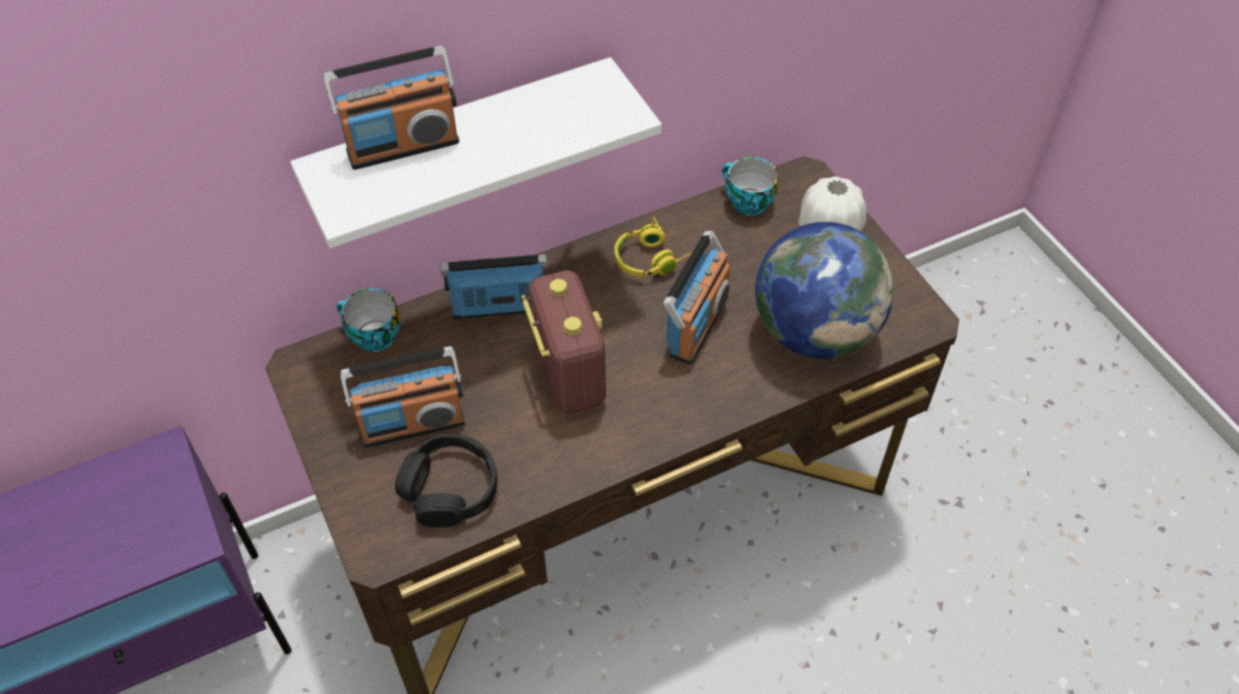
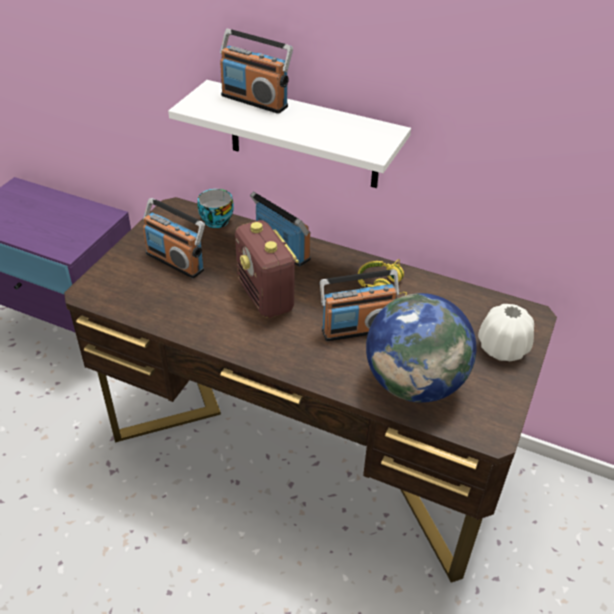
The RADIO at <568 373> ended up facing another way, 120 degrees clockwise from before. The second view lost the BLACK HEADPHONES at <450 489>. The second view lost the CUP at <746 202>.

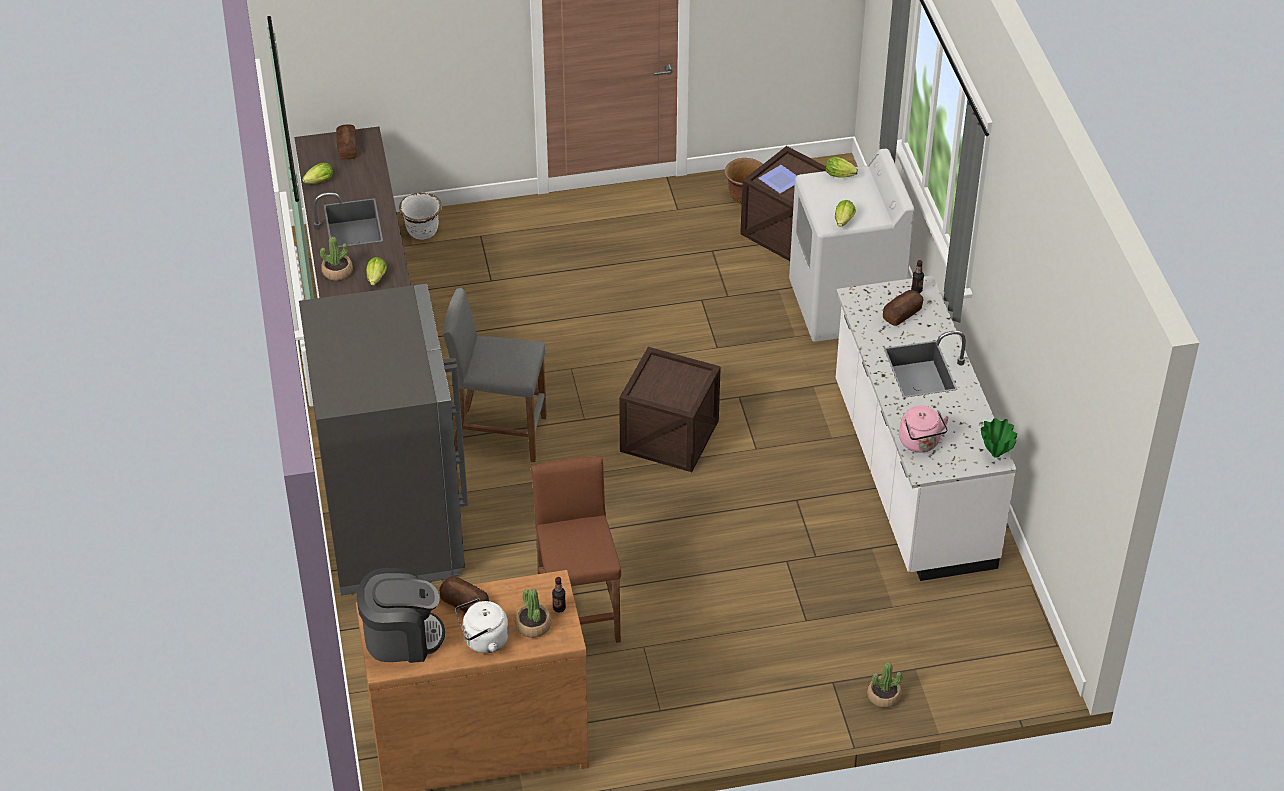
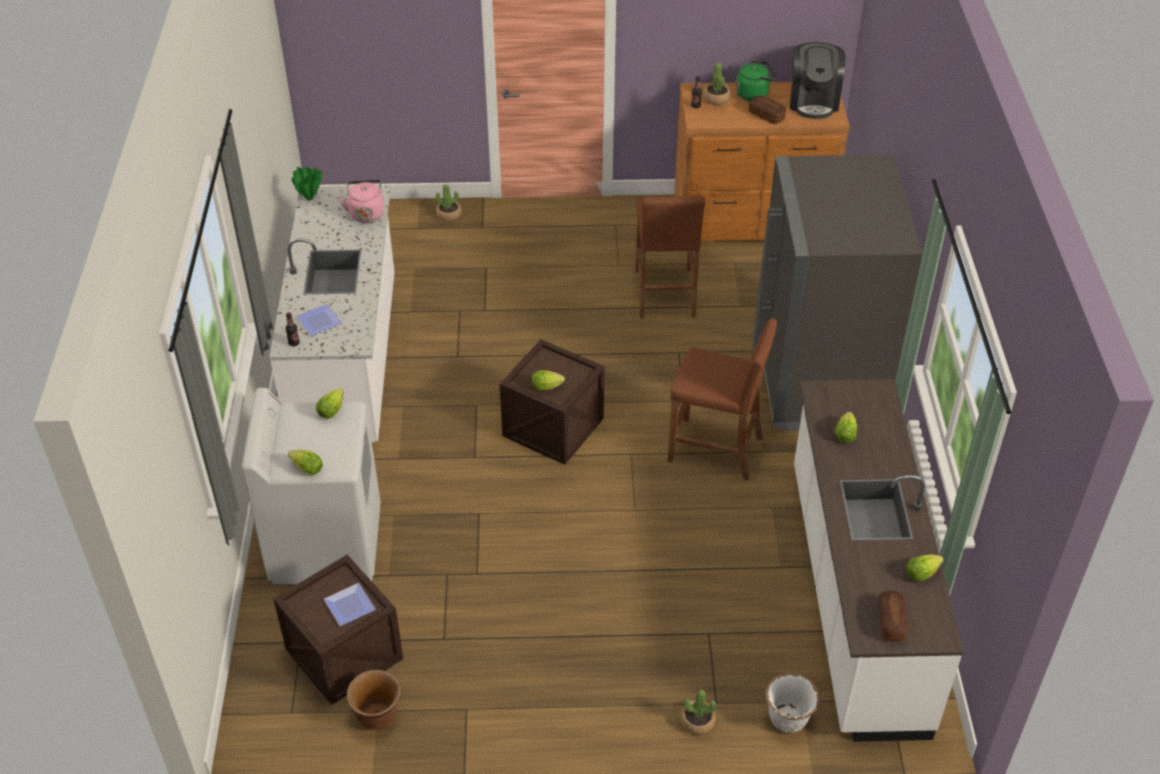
Where the BREAD stood at <902 314>, the PLATE came to stand at <321 322>. The second view gained the LETTUCE at <548 386>. What was the GREY STOOL at <499 434> turned into the BROWN STOOL at <716 449>. The POTTED PLANT ended up elsewhere, having gone from <337 272> to <697 721>. What was the WHITE KETTLE at <483 641> turned into the GREEN KETTLE at <754 94>. The COFFEE MACHINE at <402 637> ended up facing another way, 90 degrees counterclockwise from before.

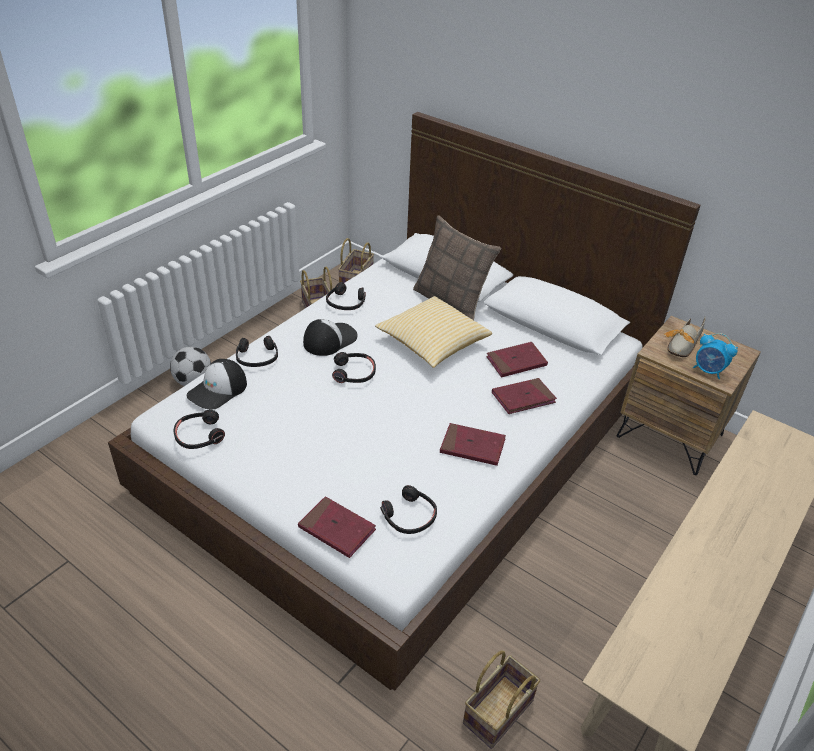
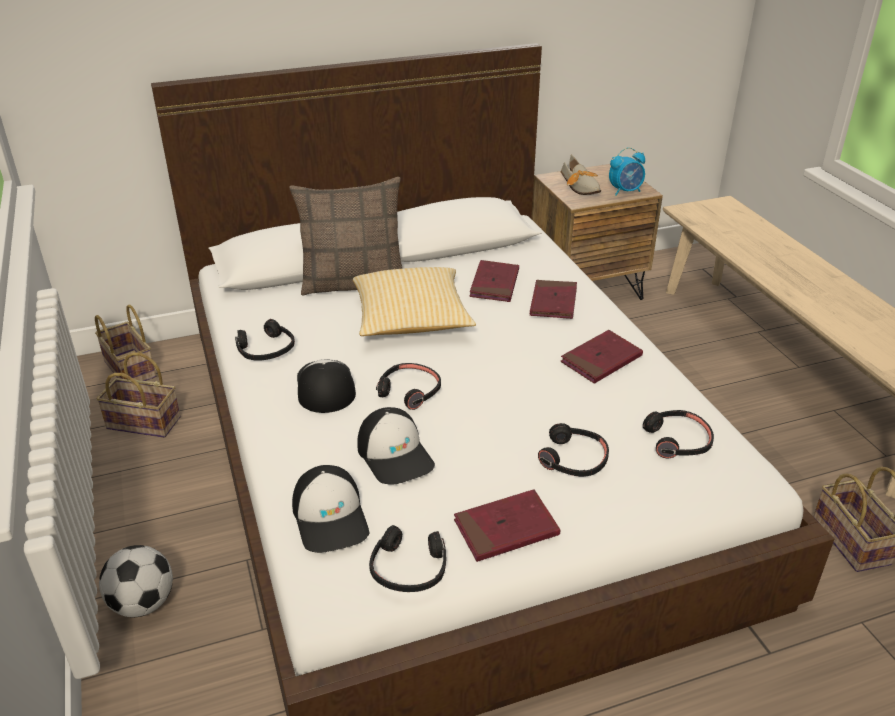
The second view gained the CAP at <395 454>. The RED BOOK ended up elsewhere, having gone from <337 529> to <506 529>. The BLACK HEADPHONES ended up elsewhere, having gone from <257 358> to <574 459>.

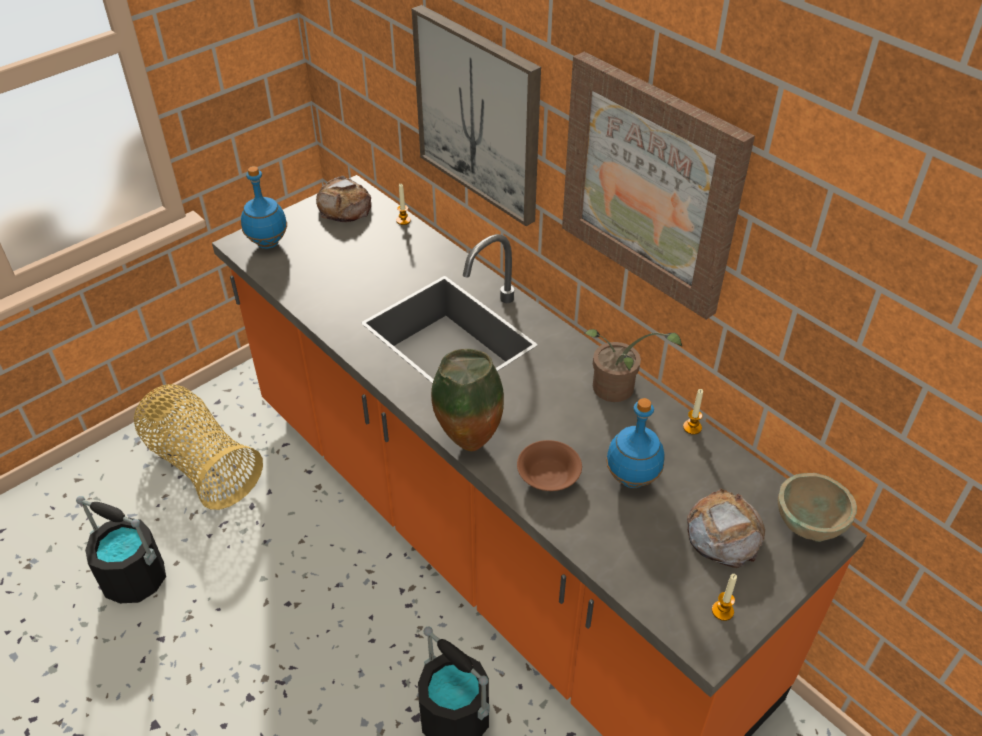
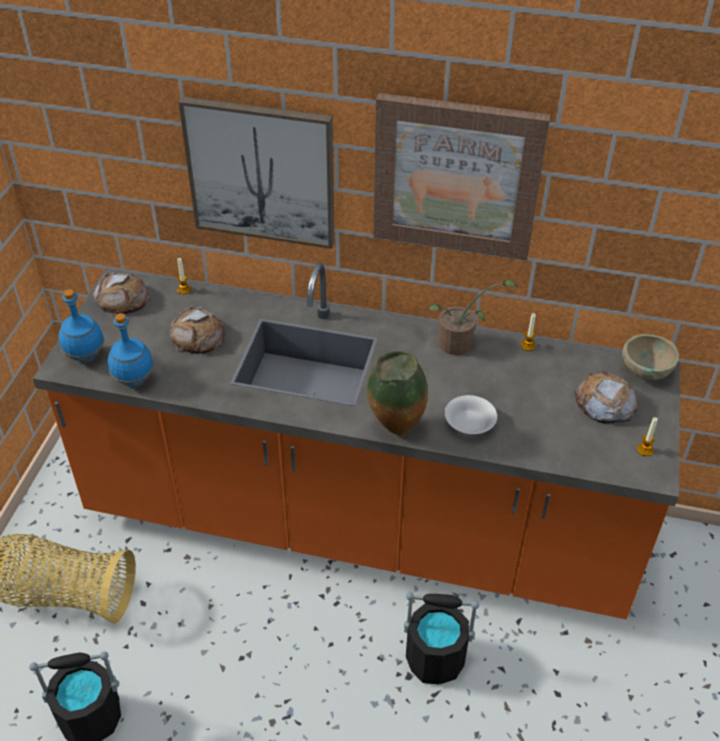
The BLUE BOTTLE ended up elsewhere, having gone from <631 479> to <134 381>. The second view gained the BREAD at <198 336>. What was the BROWN BOWL at <548 475> turned into the WHITE BOWL at <468 423>.

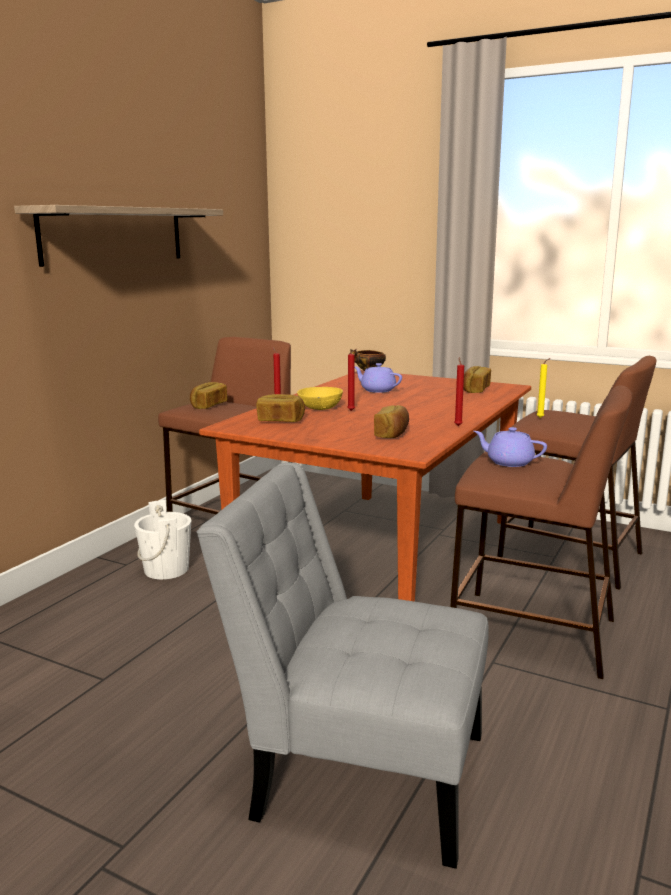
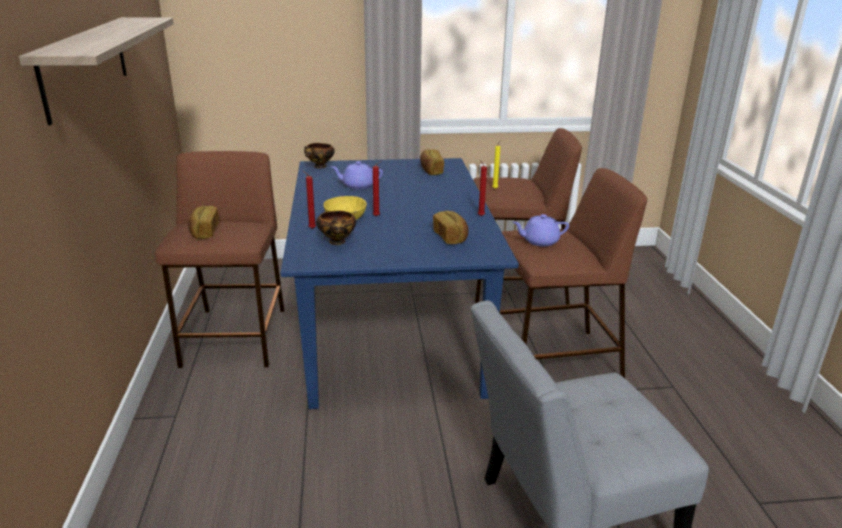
What was the BROWN DINING TABLE at <382 554> turned into the BLUE DINING TABLE at <391 327>. Where the BREAD stood at <280 420>, the BOWL came to stand at <337 242>. The second view lost the WHITE BUCKET at <166 569>.

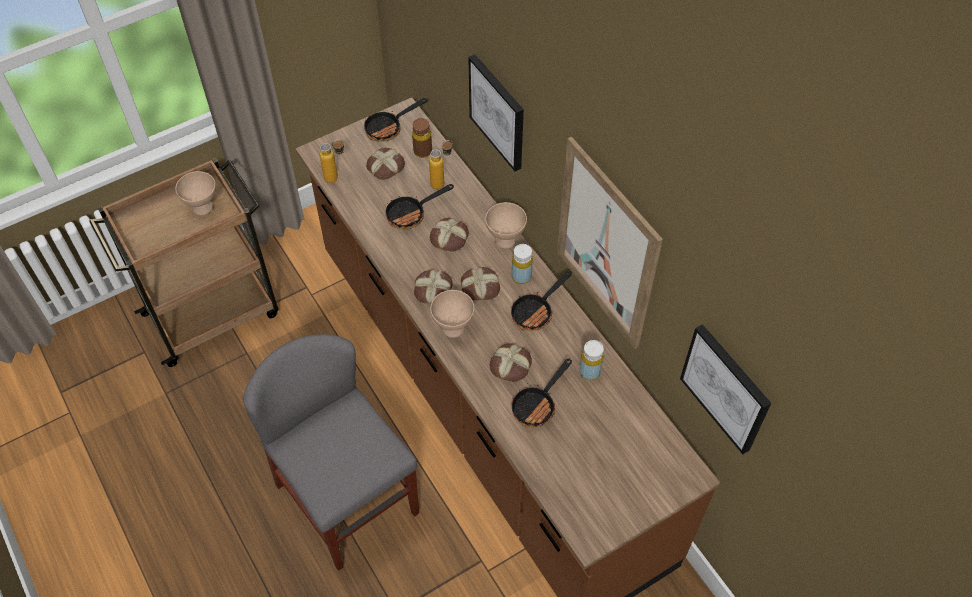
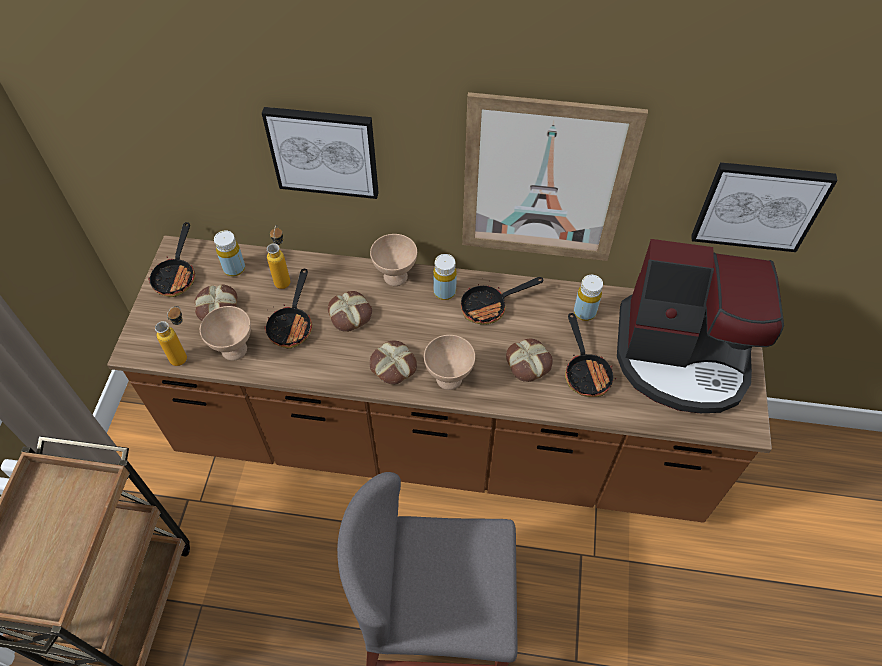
The BEIGE BOWL ended up elsewhere, having gone from <203 207> to <235 349>. What was the BROWN BOTTLE at <423 151> turned into the YELLOW BOTTLE at <234 269>. The FRYING PAN at <536 311> ended up facing another way, 75 degrees clockwise from before. The second view gained the COFFEE MACHINE at <682 357>. The second view lost the BREAD at <480 286>.

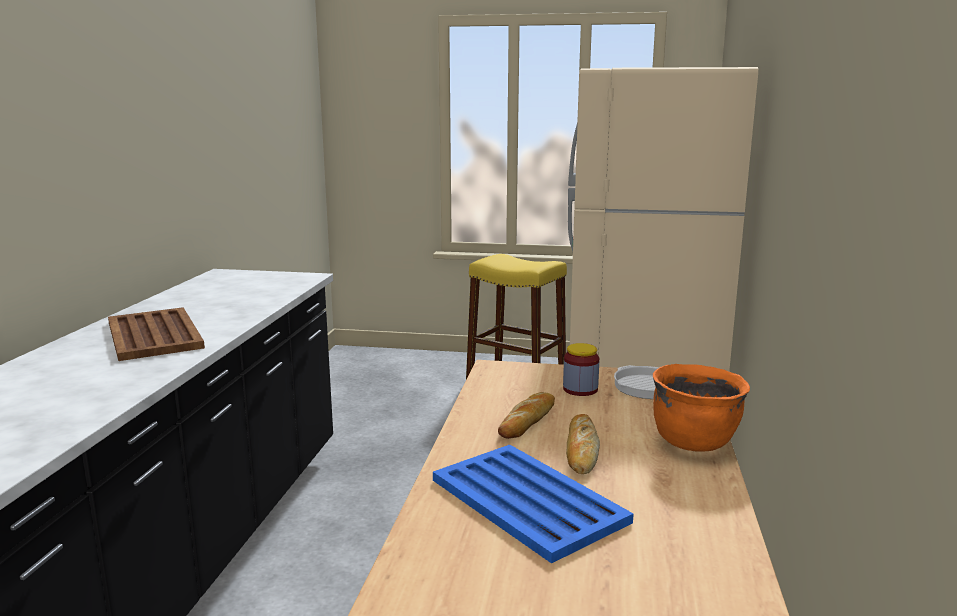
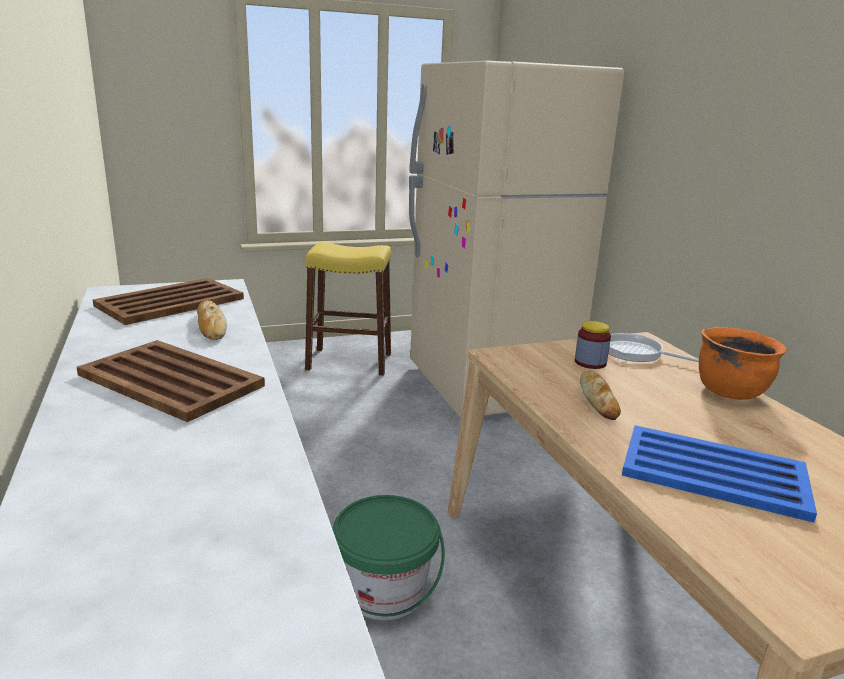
The second view gained the BROWN TRAY at <172 302>. The BREAD ended up elsewhere, having gone from <581 449> to <211 325>. The second view gained the GREEN BUCKET at <384 591>.

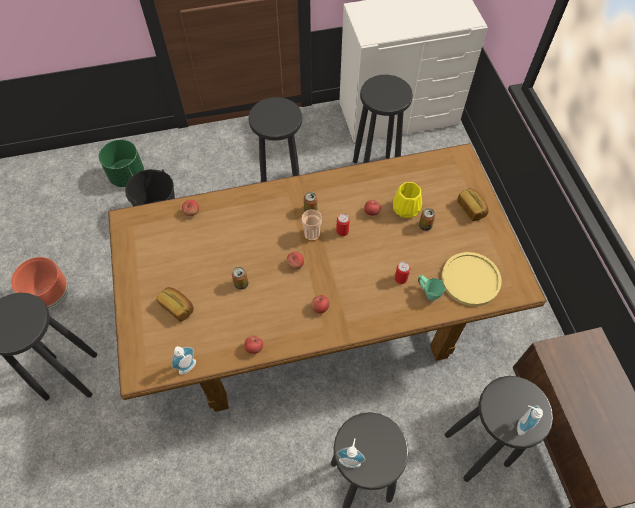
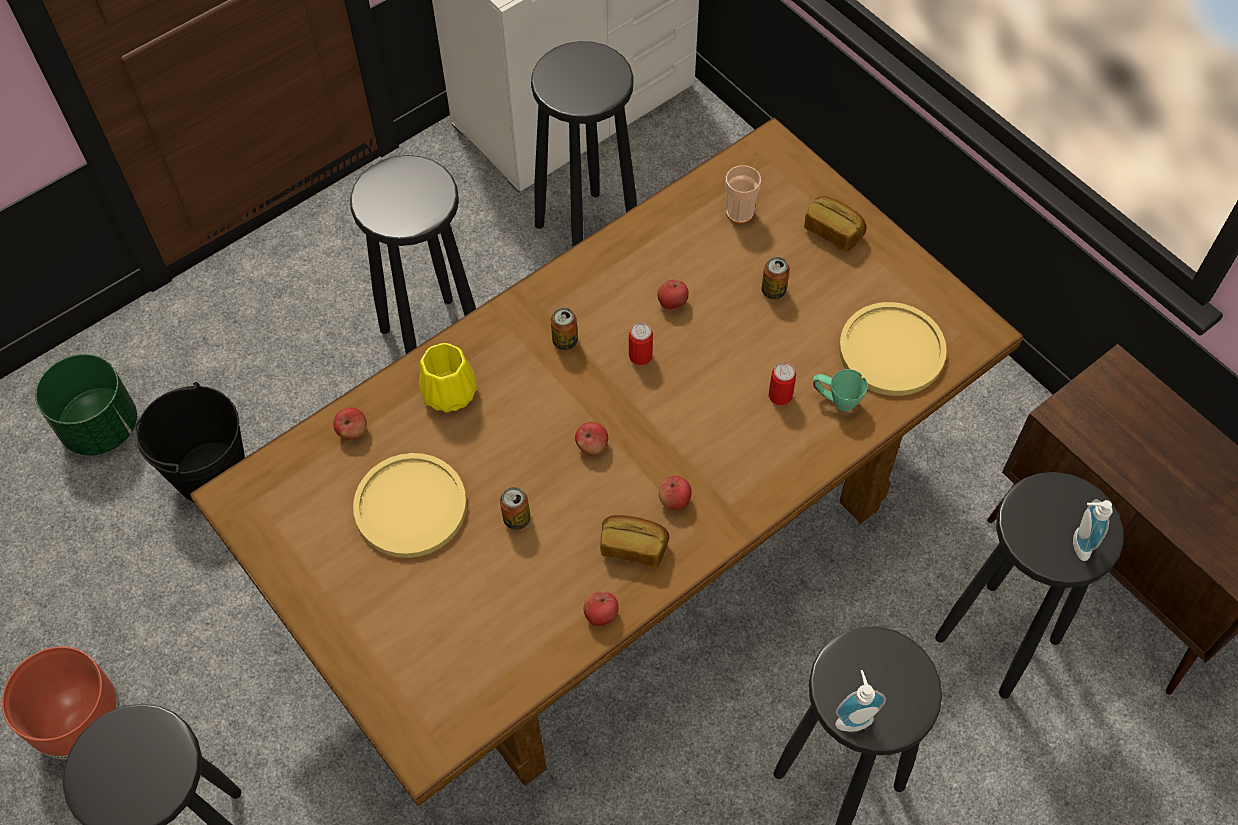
The second view gained the YELLOW PLATE at <410 506>. The YELLOW VASE ended up elsewhere, having gone from <406 209> to <451 392>. The BREAD ended up elsewhere, having gone from <178 307> to <633 546>. The CUP ended up elsewhere, having gone from <312 234> to <739 213>. The second view lost the SOAP DISPENSER at <189 368>.

